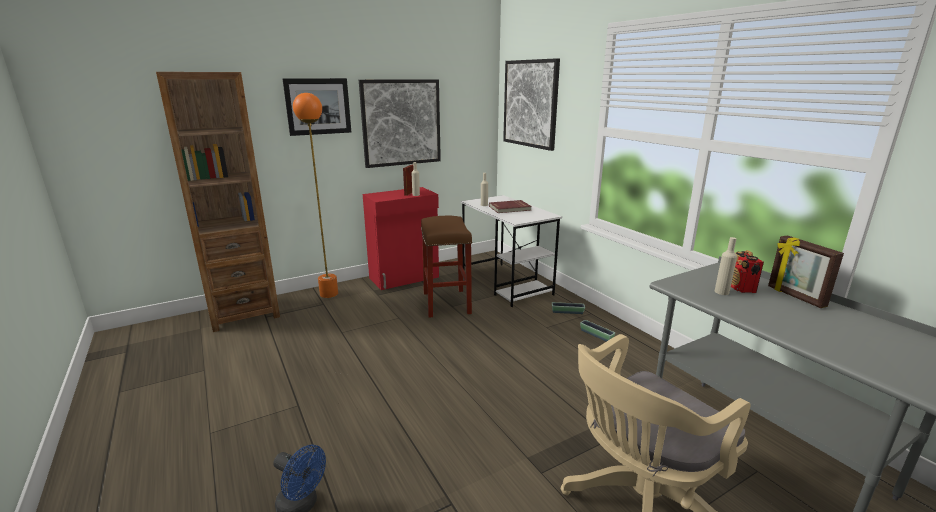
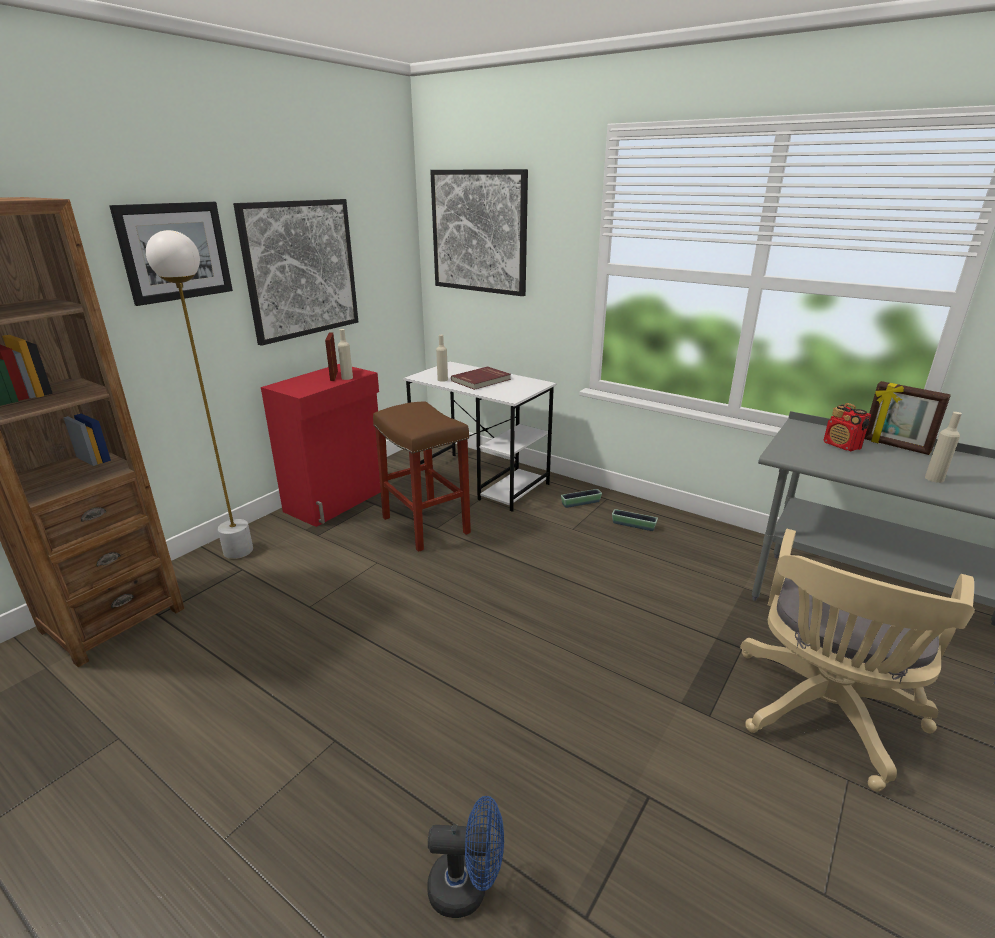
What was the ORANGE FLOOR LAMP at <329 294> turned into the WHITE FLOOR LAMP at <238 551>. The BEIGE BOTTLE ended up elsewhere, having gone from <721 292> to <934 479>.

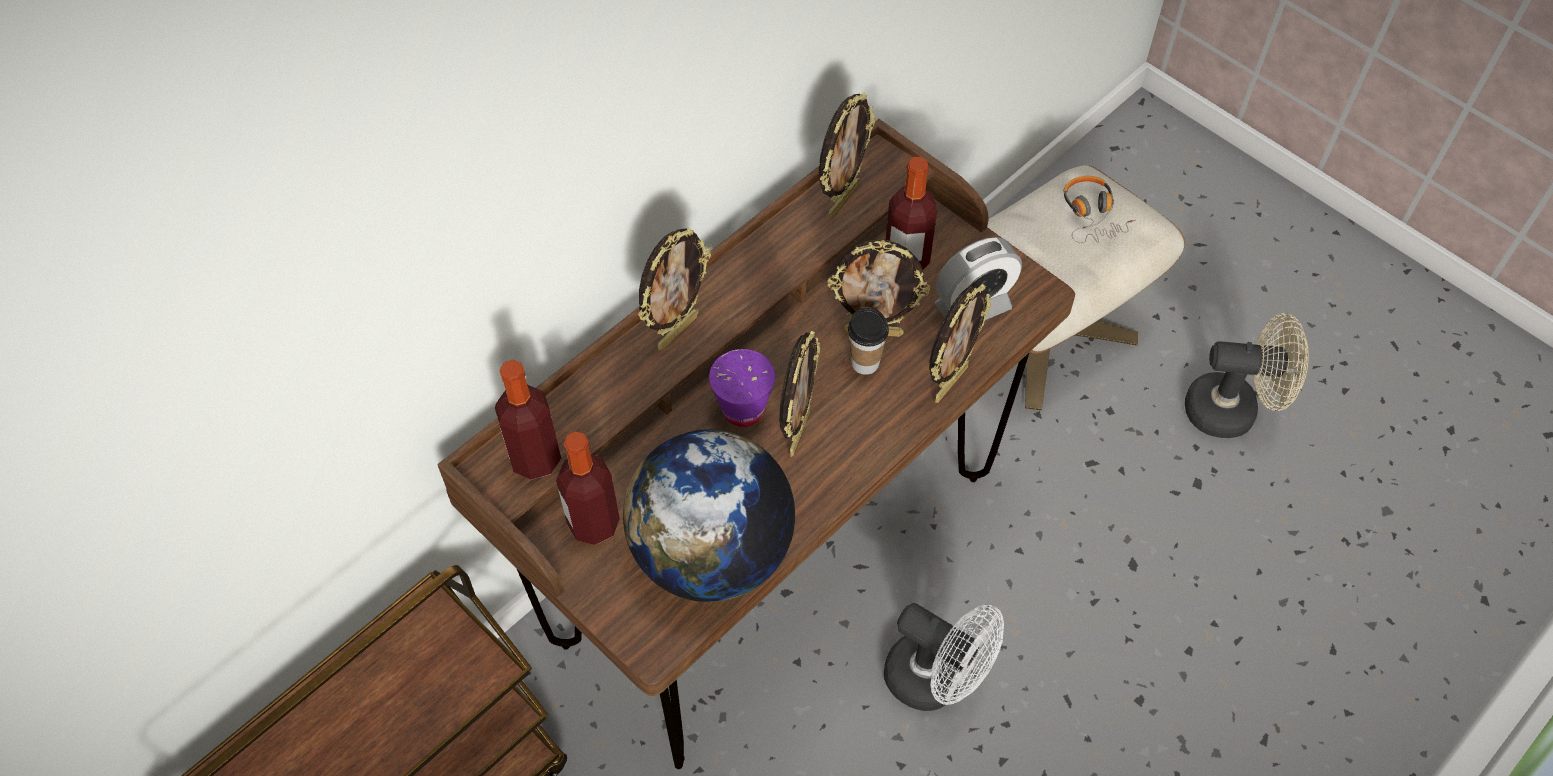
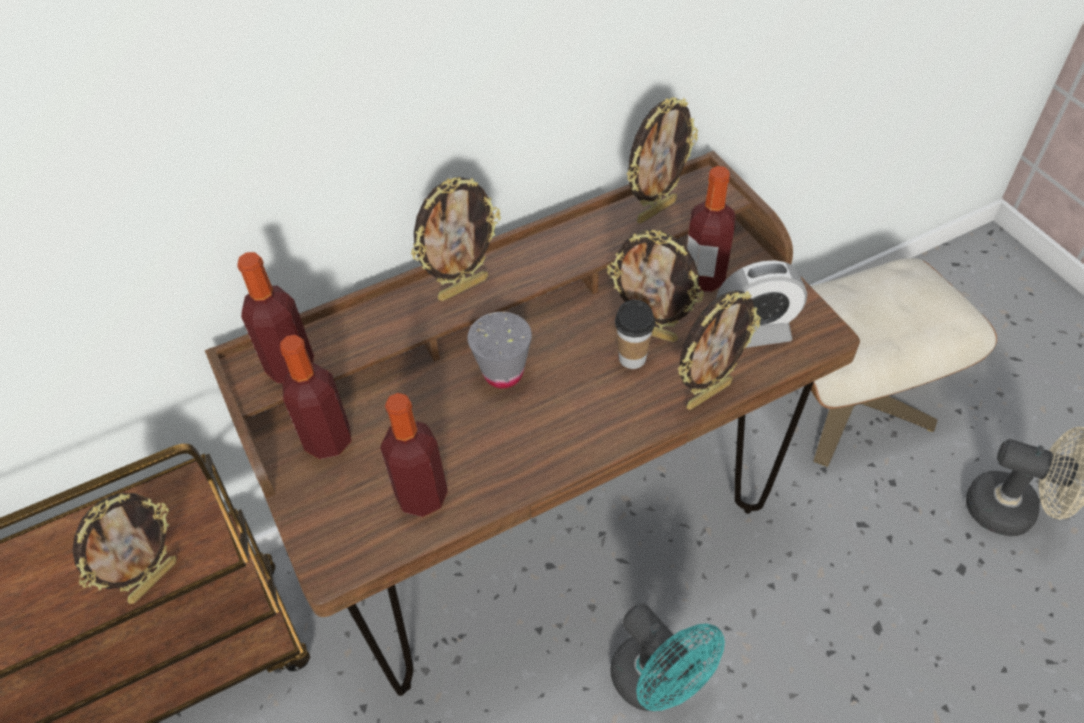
The PICTURE FRAME ended up elsewhere, having gone from <797 432> to <153 580>. Where the GLOBE stood at <712 554>, the BOTTLE came to stand at <422 496>. What was the PURPLE CUP at <743 410> turned into the GREY CUP at <503 373>. What was the WHITE FAN at <936 681> turned into the TURQUOISE FAN at <658 684>. The second view lost the HEADPHONES at <1092 215>.

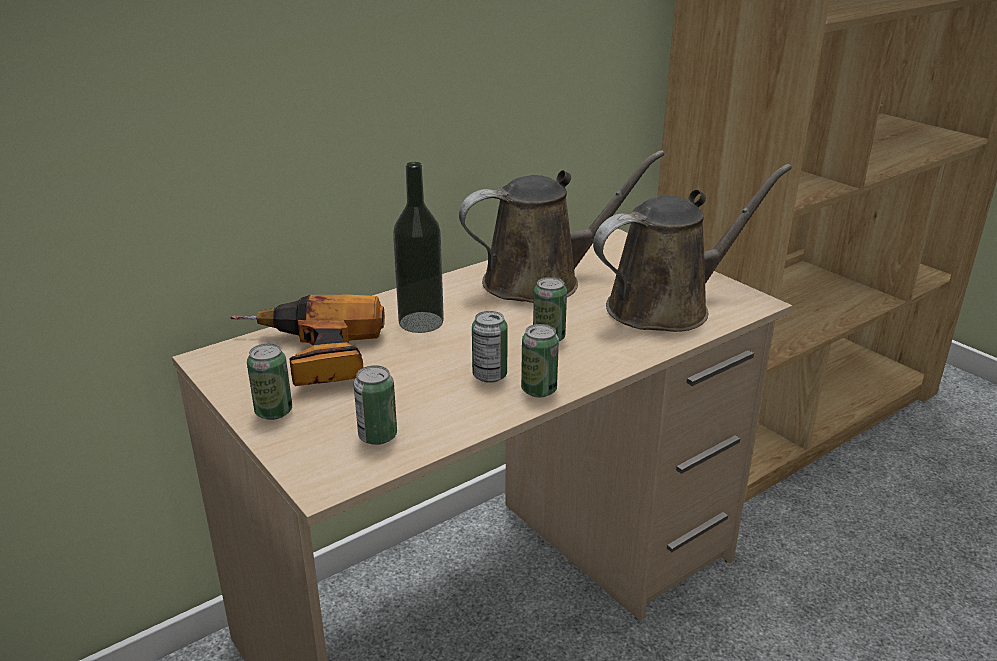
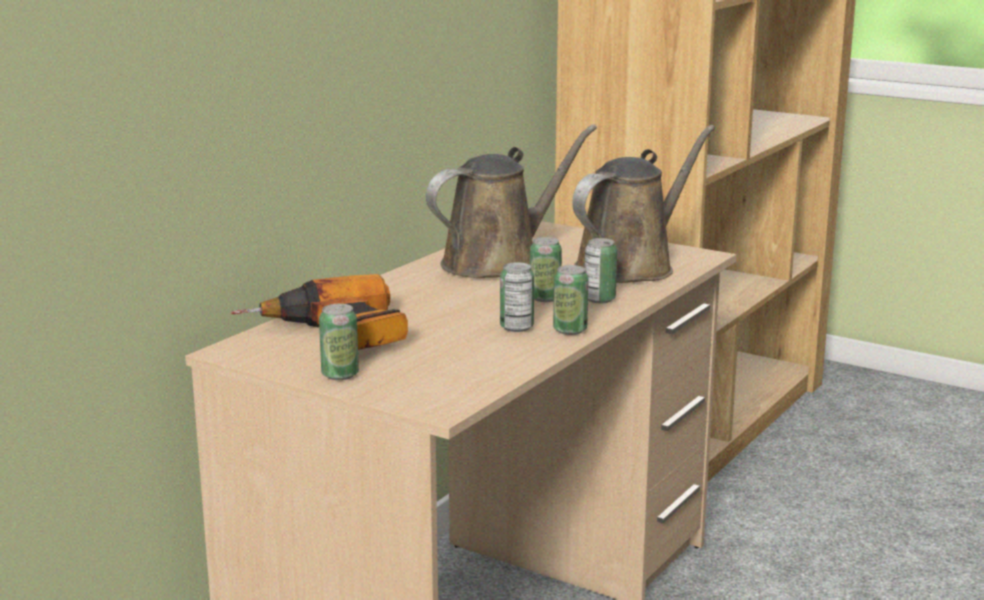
The CAN ended up elsewhere, having gone from <377 436> to <599 299>. The second view lost the BOTTLE at <421 322>.

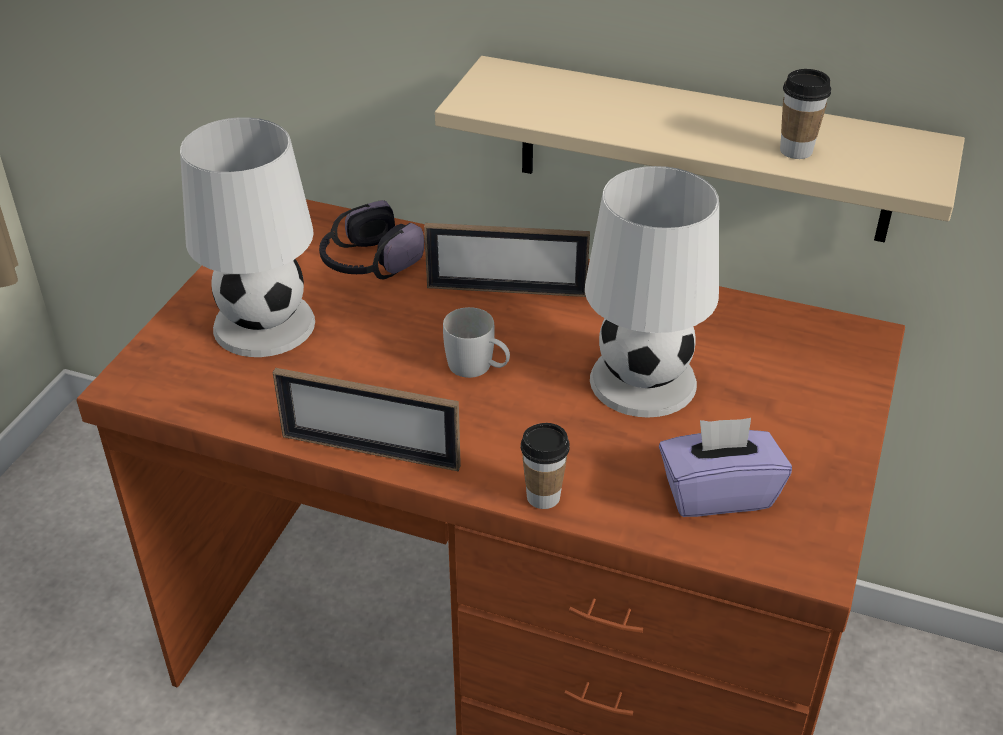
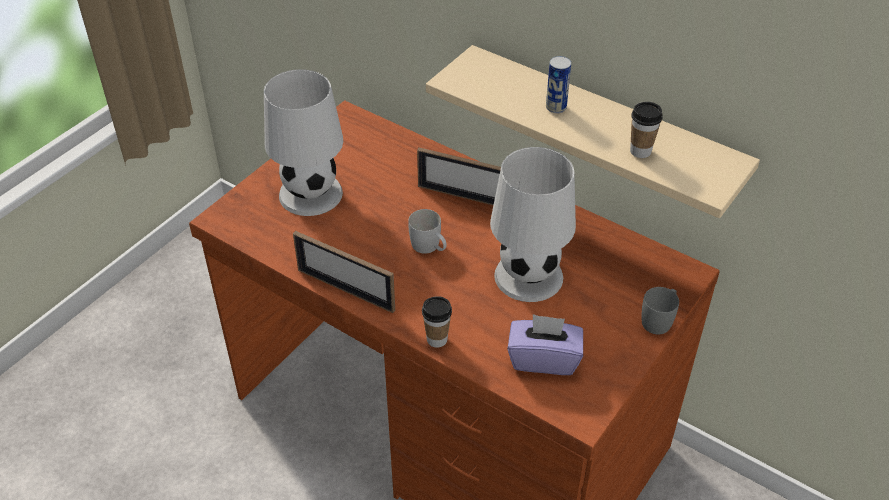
The second view gained the CAN at <556 107>. The second view gained the GREY MUG at <659 319>. The second view lost the HEADPHONES at <368 263>.

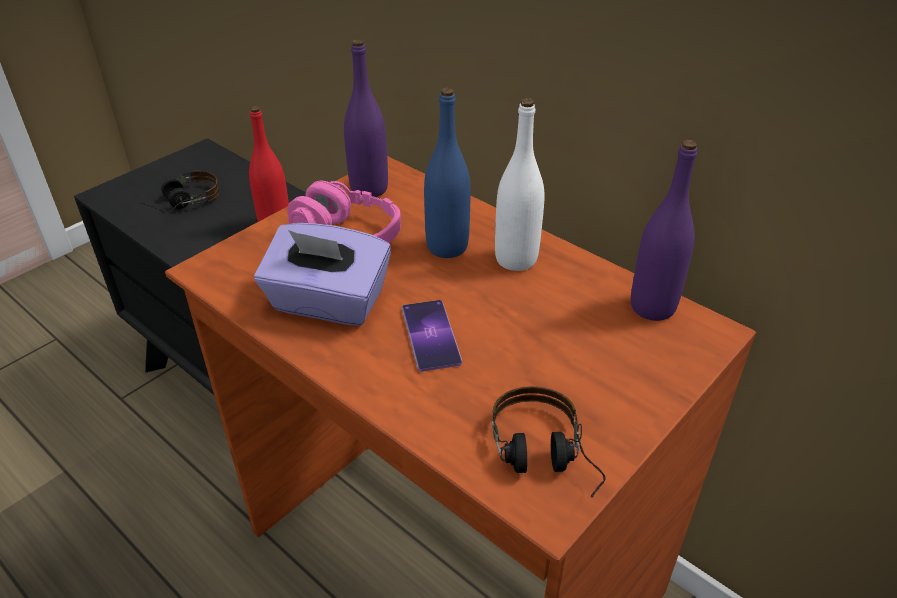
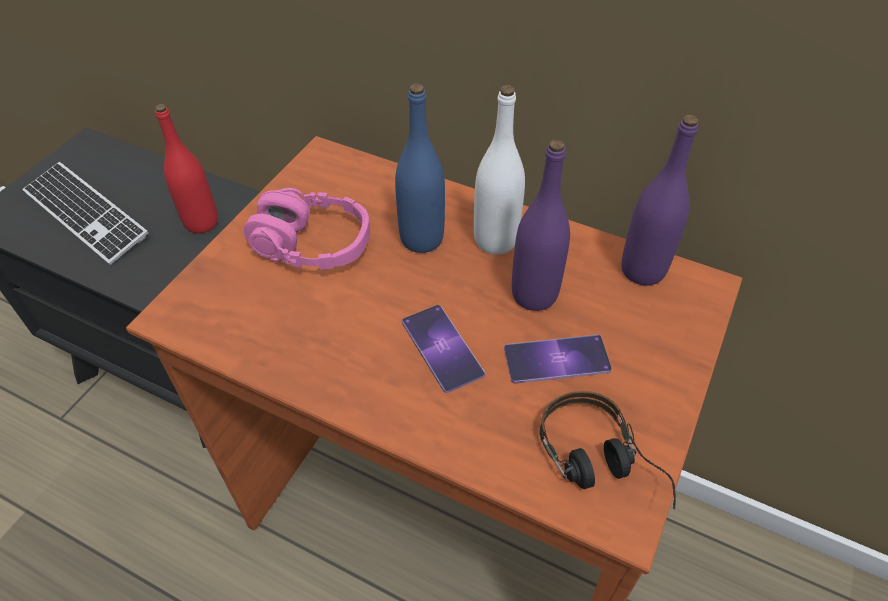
Where the HEADPHONES stood at <181 203>, the KEYBOARD came to stand at <85 214>. The second view gained the PHONE at <557 359>. The PURPLE BOTTLE ended up elsewhere, having gone from <369 189> to <534 294>. The second view lost the PURPLE TISSUE BOX at <327 303>.

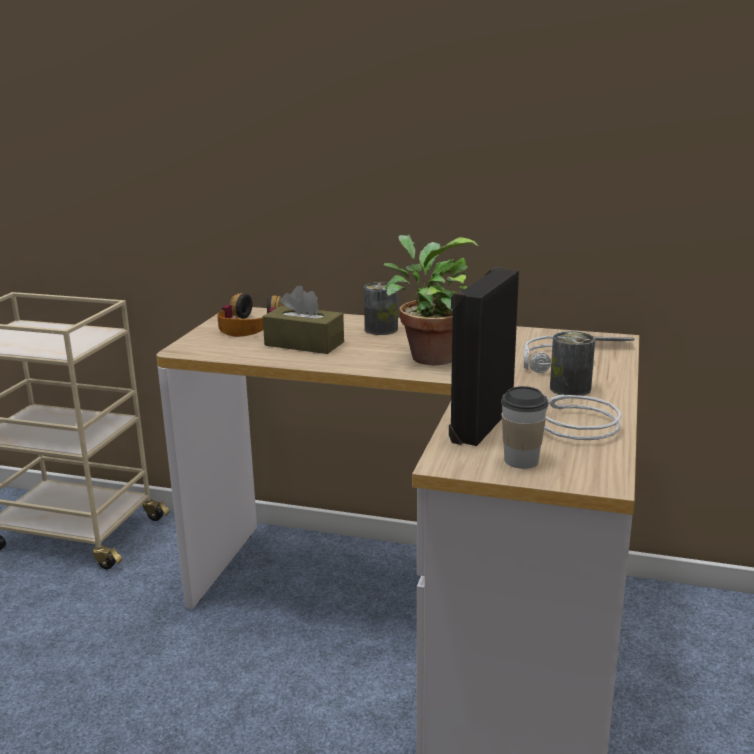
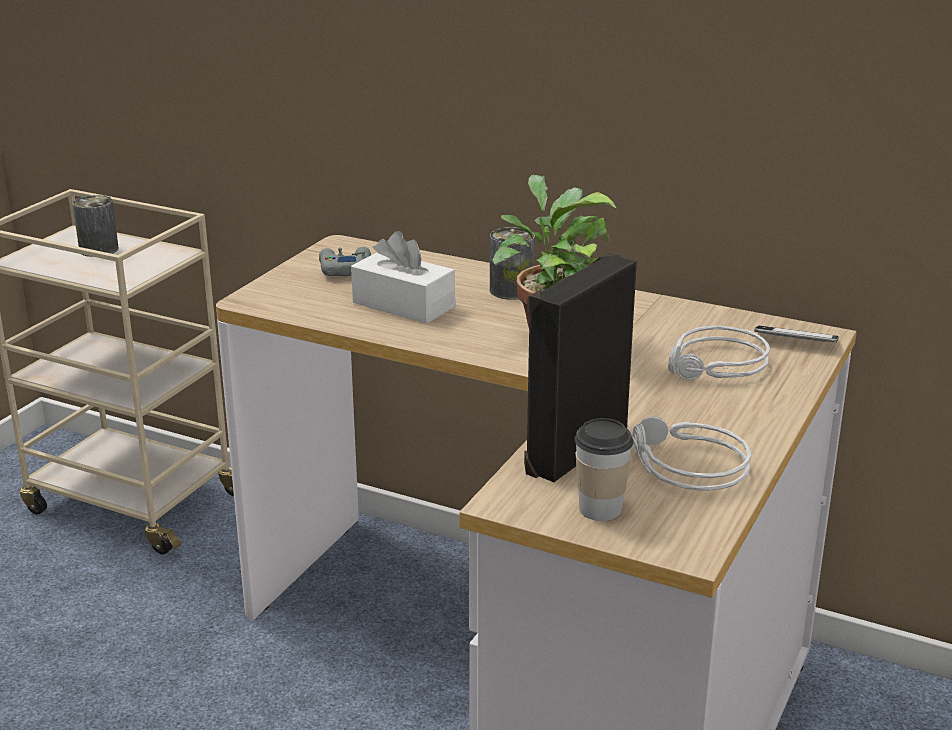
The CAN ended up elsewhere, having gone from <570 388> to <99 249>. Where the HEADPHONES stood at <249 326>, the GREY GAME CONTROLLER came to stand at <345 269>. What was the BROWN TISSUE BOX at <304 344> turned into the WHITE TISSUE BOX at <403 305>.

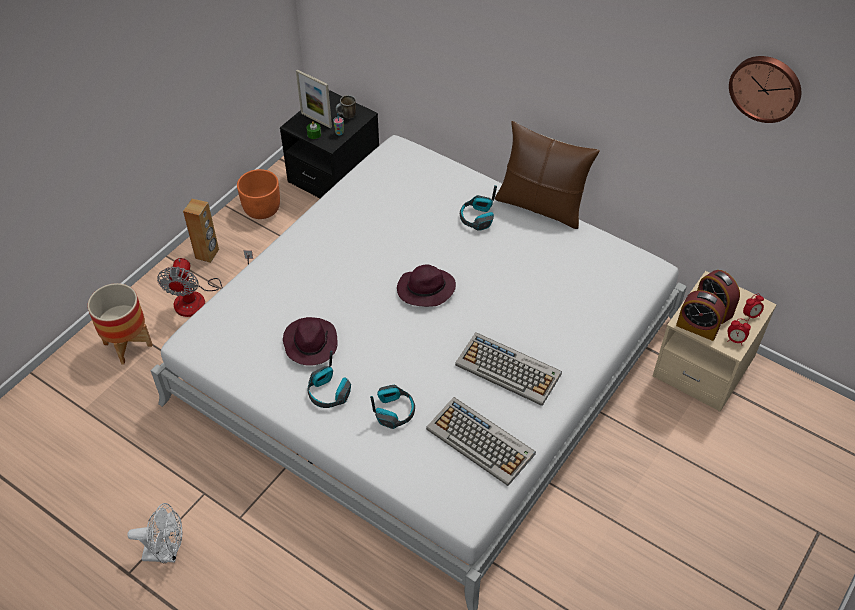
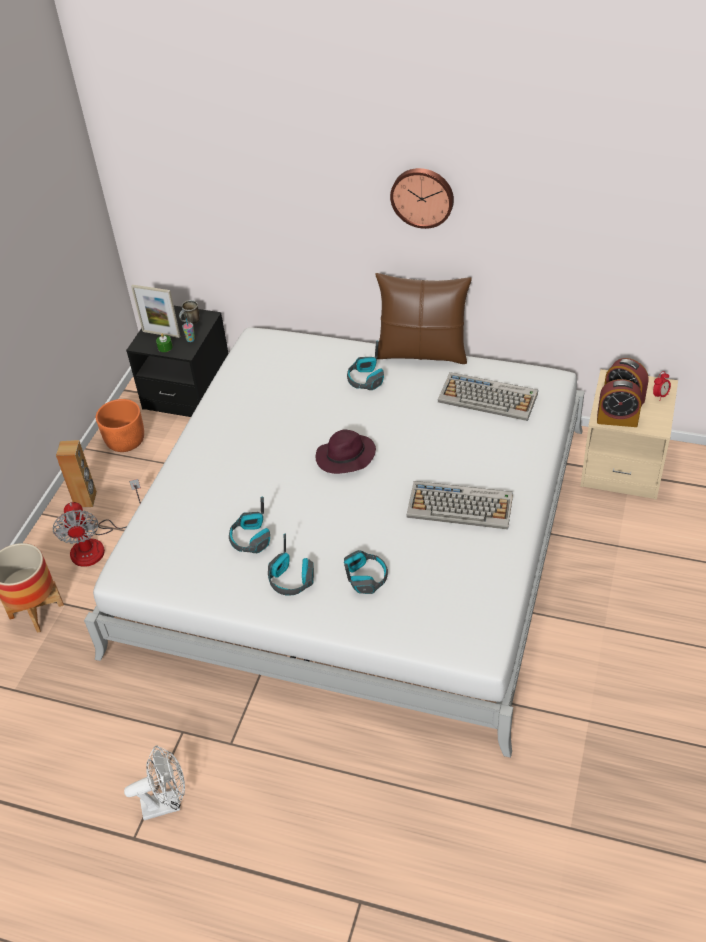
Where the PURPLE HAT stood at <310 343>, the HEADPHONES came to stand at <251 539>. The WALL CLOCK ended up elsewhere, having gone from <766 87> to <422 196>. The KEYBOARD ended up elsewhere, having gone from <481 442> to <489 398>. The second view lost the ALARM CLOCK at <735 340>.

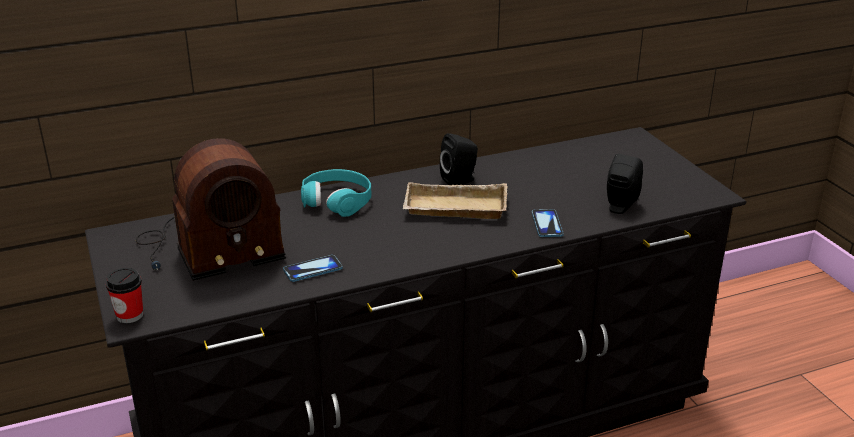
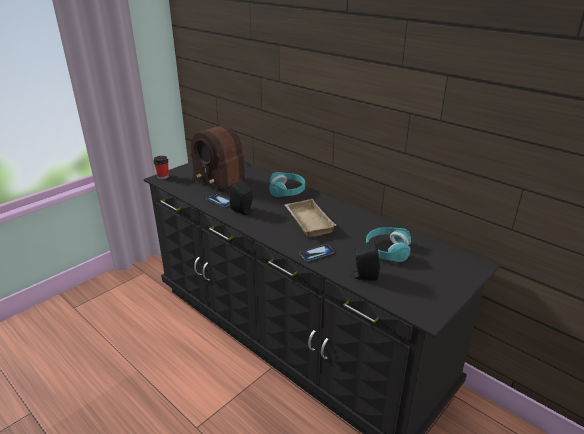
The BLACK SPEAKER ended up elsewhere, having gone from <460 180> to <243 211>. The second view gained the TURQUOISE HEADPHONES at <387 250>.

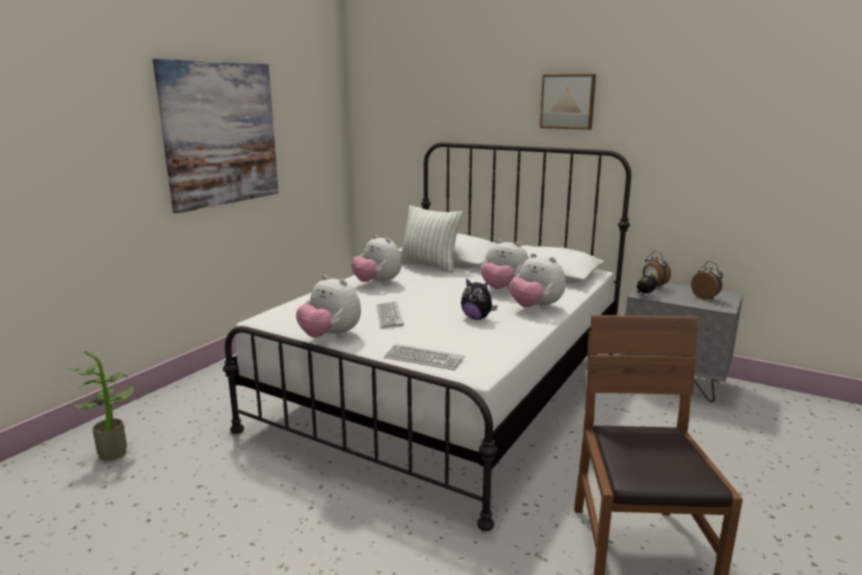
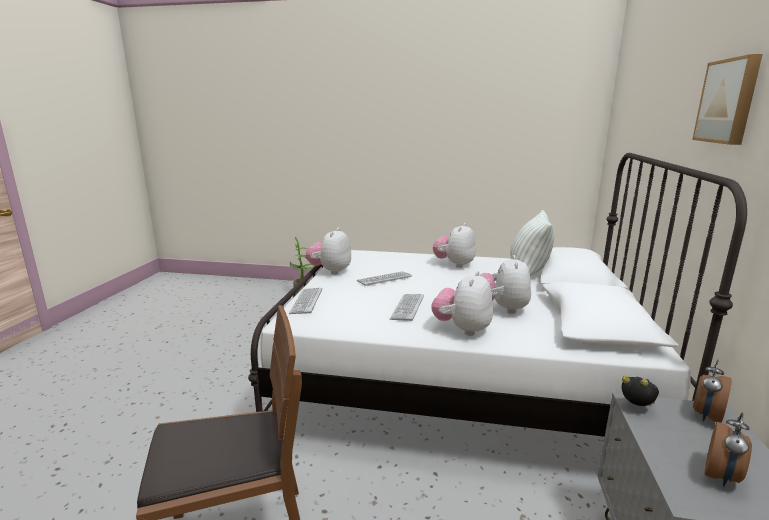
Where the PLUSH TOY stood at <477 318>, the KEYBOARD came to stand at <407 308>. The second view lost the PICTURE at <221 134>.

